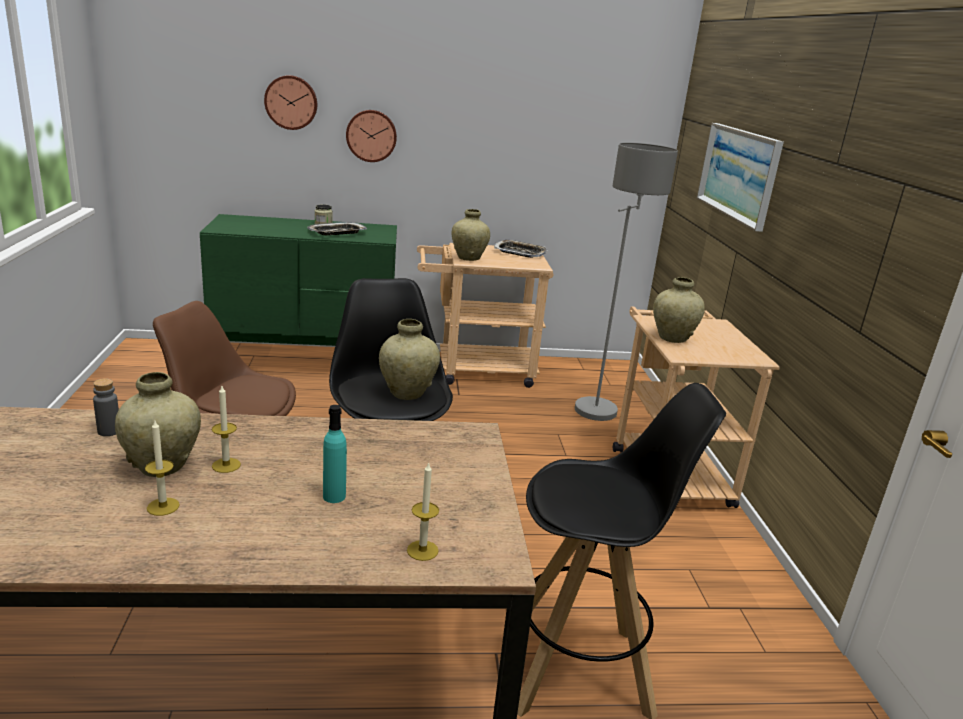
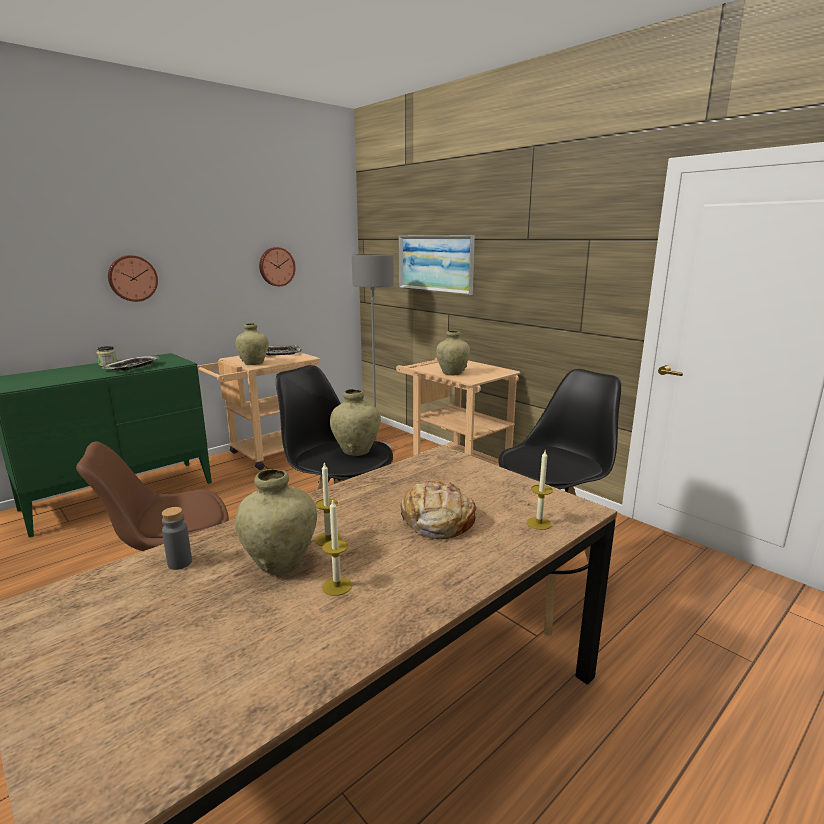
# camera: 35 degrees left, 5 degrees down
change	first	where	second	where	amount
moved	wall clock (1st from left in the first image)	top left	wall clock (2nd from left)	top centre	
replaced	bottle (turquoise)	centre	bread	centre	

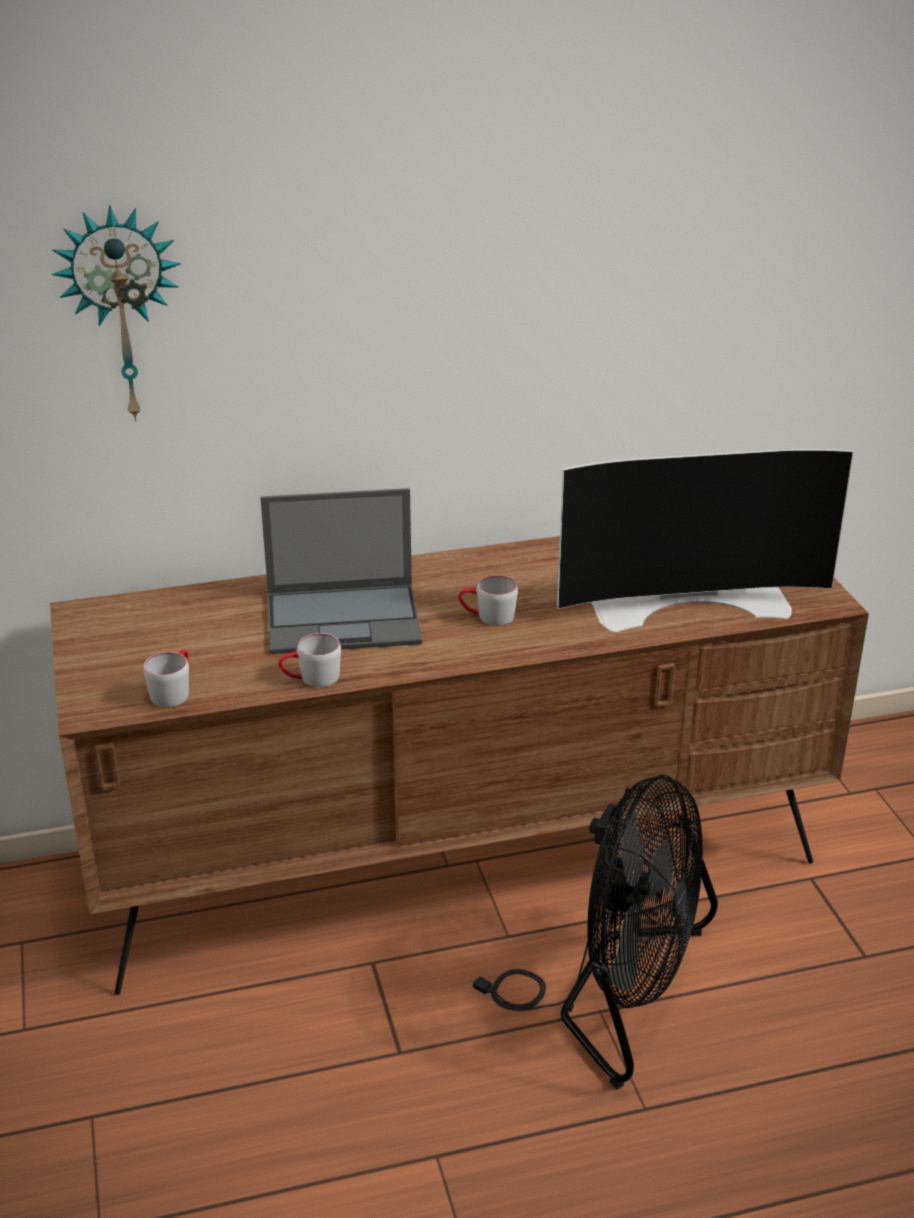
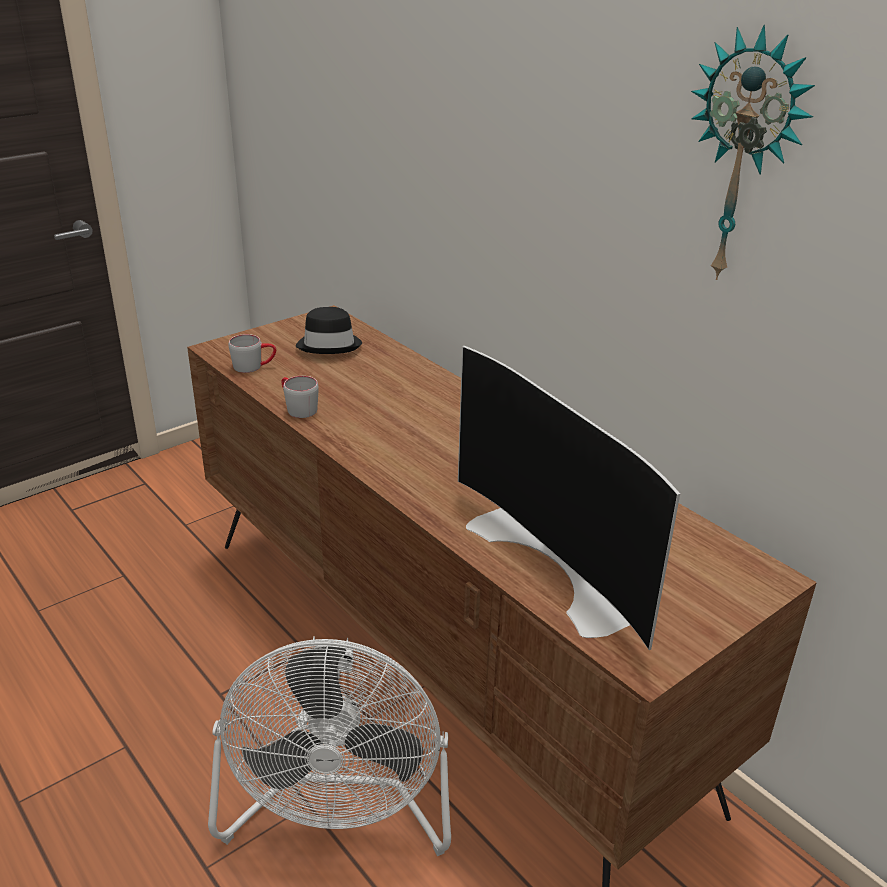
# camera: 65 degrees right, 0 degrees up
change	first	where	second	where	amount
moved	wall clock	top left		top right	
removed	laptop	centre			
removed	mug (grey) (3rd from left)	centre			
recoloured	fan (black)	bottom centre	fan (white)	bottom centre	
added			hat (black)	centre	

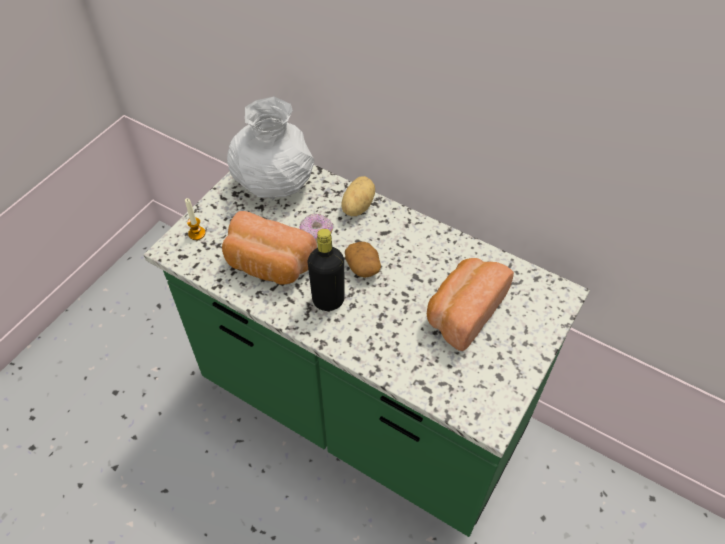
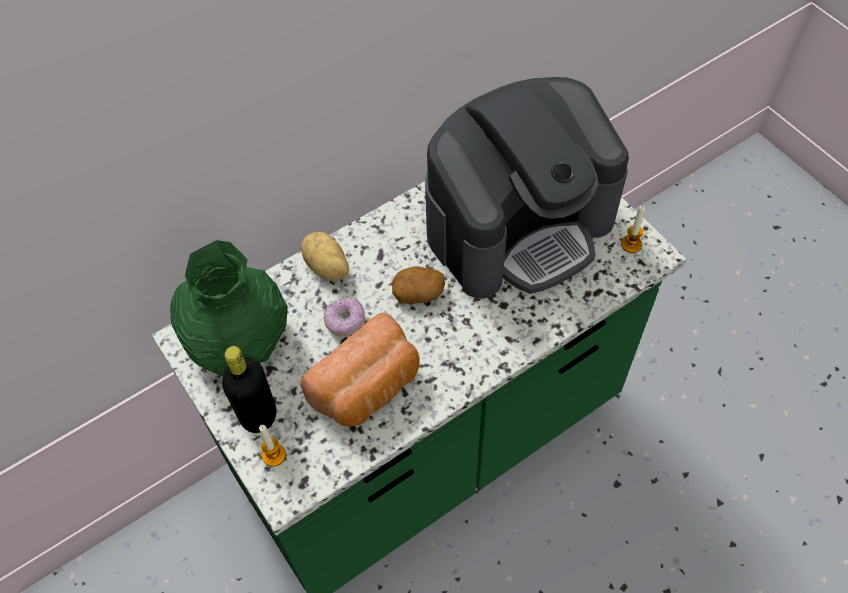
# camera: 65 degrees left, 5 degrees up
change	first	where	second	where	amount
recoloured	vase (white)	top centre	vase (green)	middle left	
moved	bottle (black)	centre		middle left	
replaced	bread (2nd from left)	centre	coffee machine	top centre	
added			candle (2nd from left)	middle right	

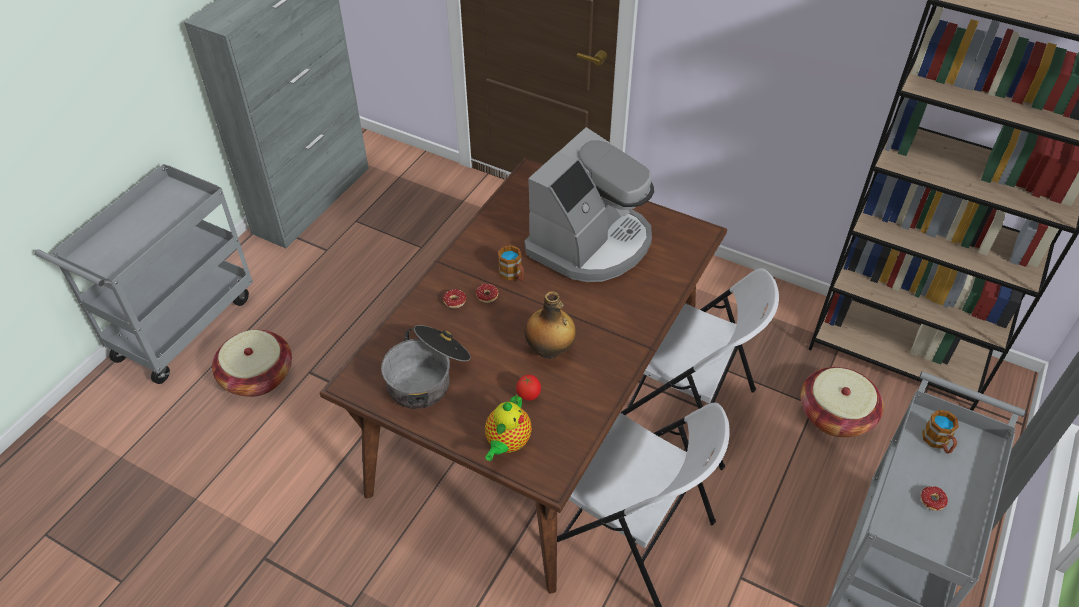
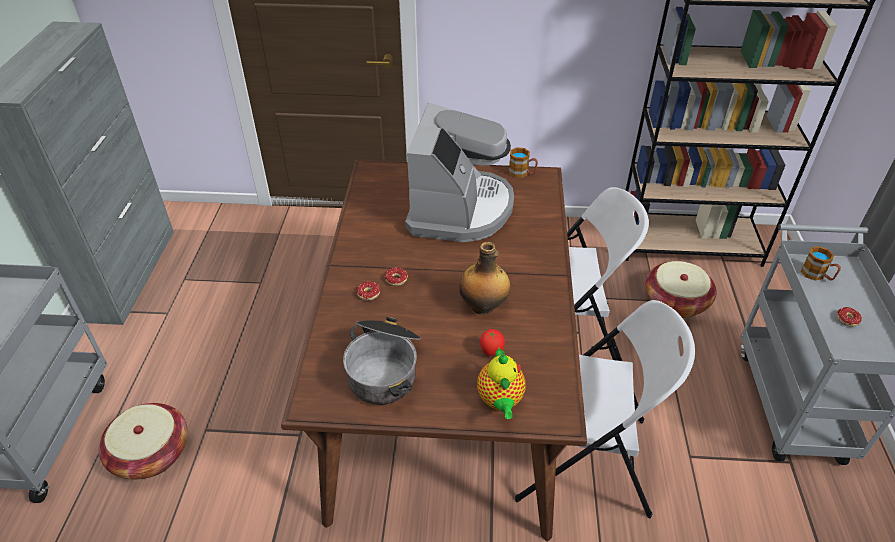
# camera: 25 degrees left, 5 degrees down
change	first	where	second	where	amount
moved	mug (1st from left)	centre		top centre	

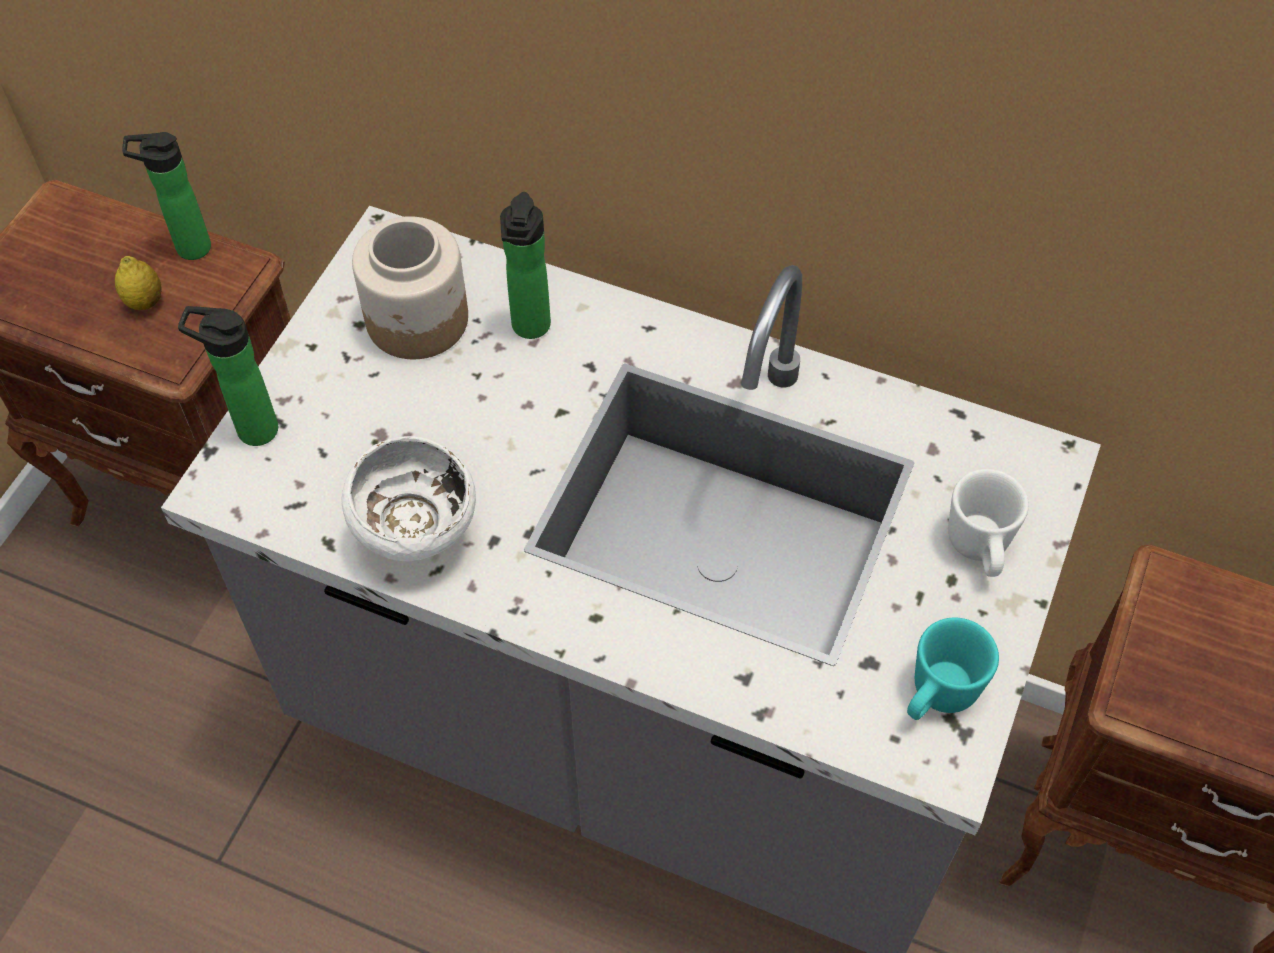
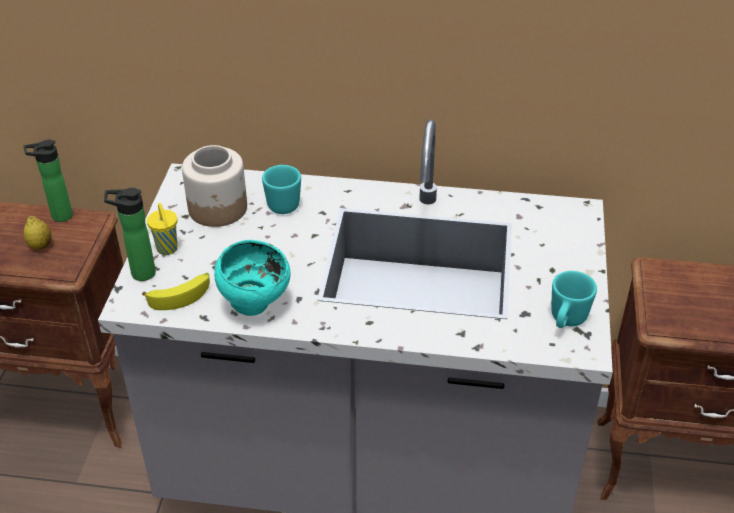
# camera: 15 degrees left, 15 degrees down
change	first	where	second	where	amount
recoloured	bowl (white)	middle left	bowl (turquoise)	centre	
replaced	bottle (3rd from left)	top centre	mug (turquoise) (1st from left)	centre	
removed	mug (white)	middle right			
added			banana	middle left	
added			cup (yellow)	middle left	

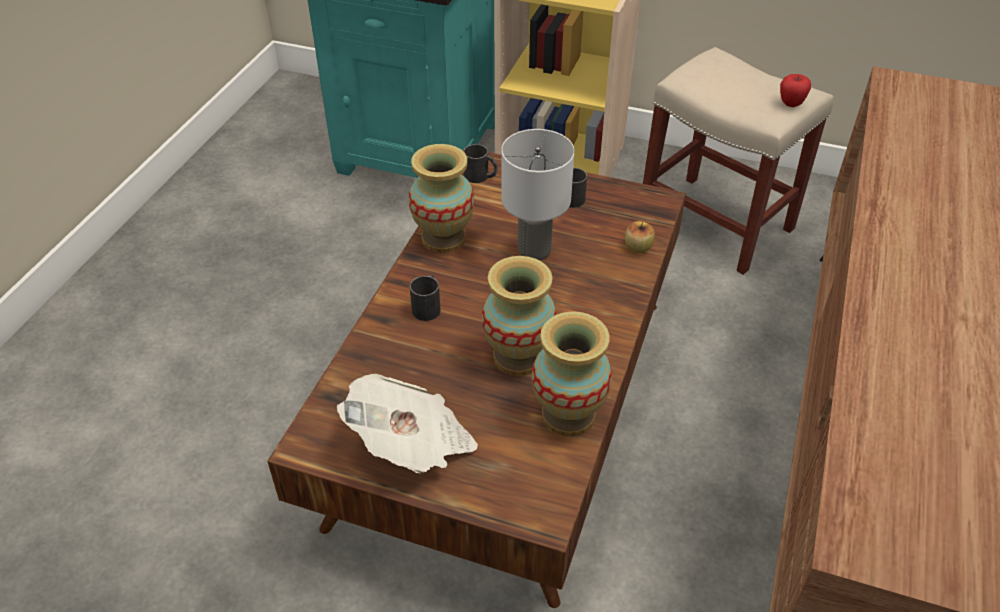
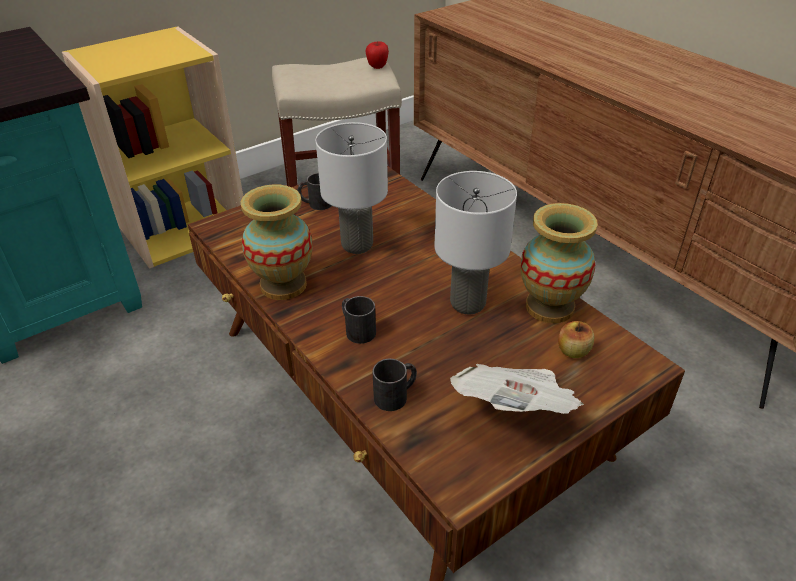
# camera: 55 degrees left, 5 degrees down
change	first	where	second	where	amount
moved	mug (black) (2nd from left in the first image)	top centre	mug (black) (3rd from left)	centre	
replaced	vase (2nd from left)	centre	table lamp (white) (2nd from left)	centre	
moved	apple (1st from left in the first image)	centre	apple (2nd from left)	middle right	

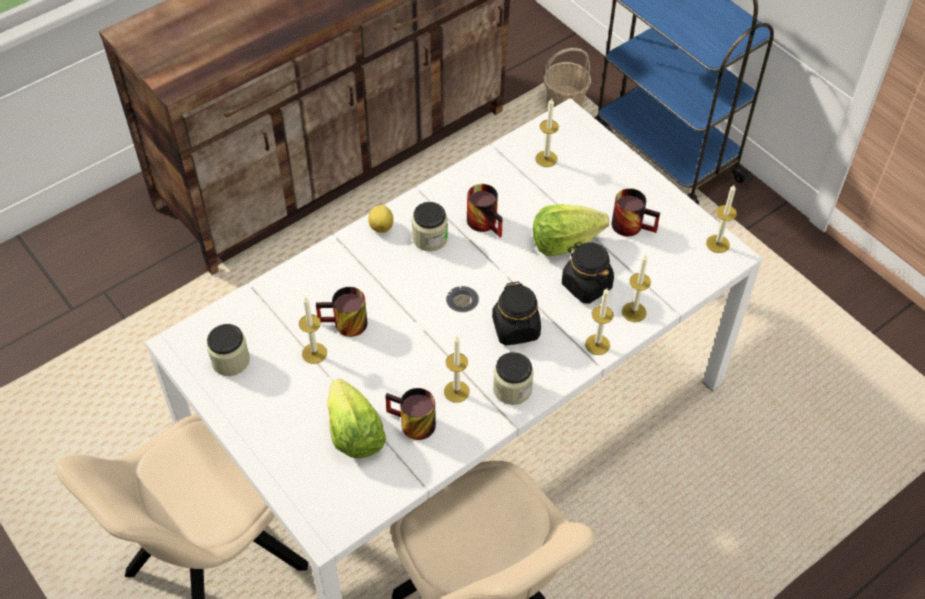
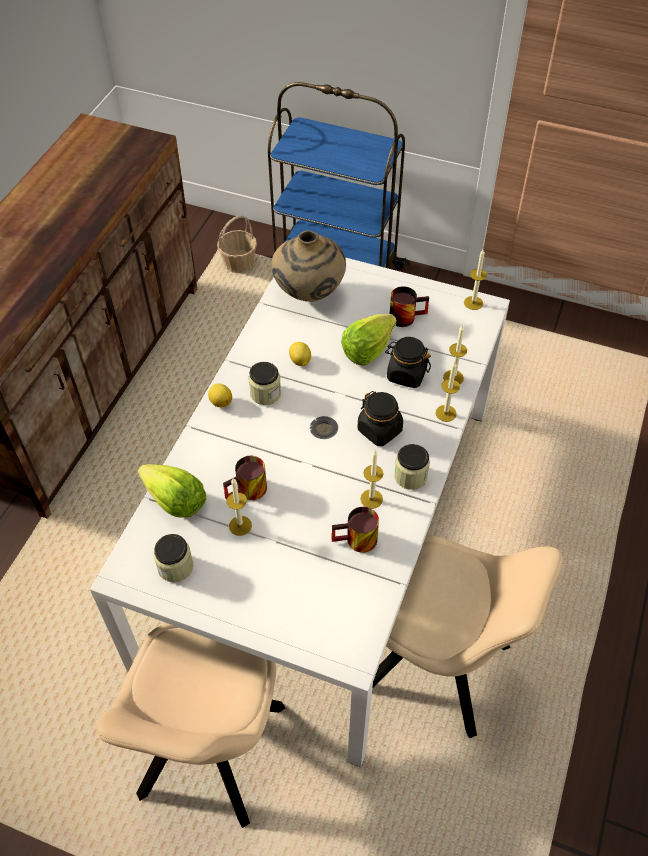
# camera: 30 degrees left, 0 degrees up
change	first	where	second	where	amount
moved	lettuce (1st from left)	bottom centre		middle left	
replaced	mug (3rd from left)	centre	lemon (2nd from left)	centre	
replaced	candle (3rd from left)	top centre	vase (beige)	top centre	

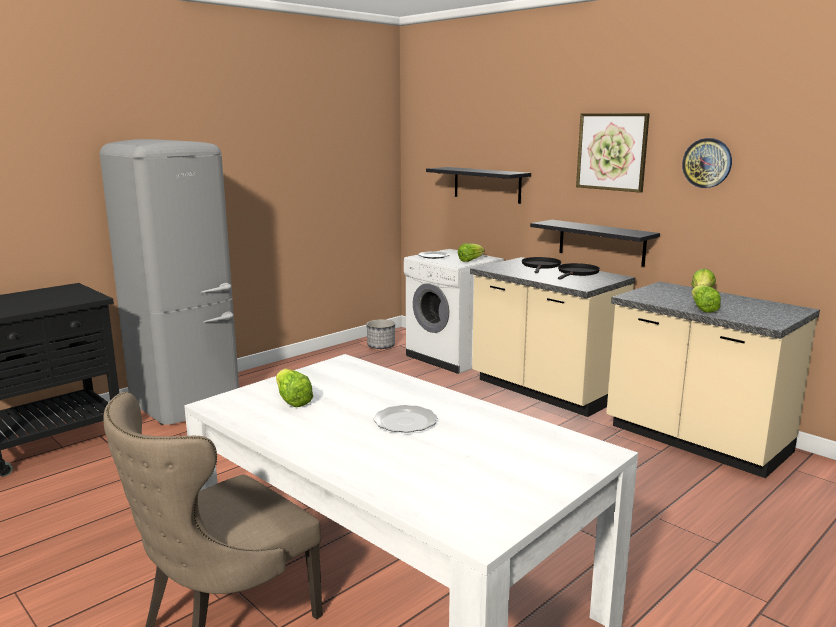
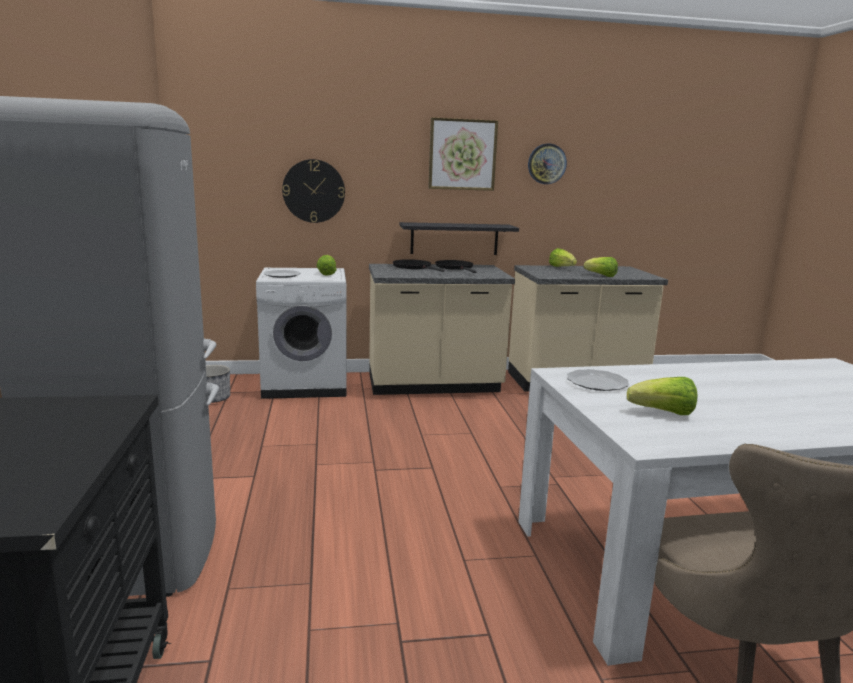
# camera: 55 degrees left, 0 degrees up
change	first	where	second	where	amount
moved	plate (1st from left in the first image)	bottom centre	plate (2nd from left)	middle right	
replaced	shelf (black) (1st from left)	top centre	wall clock (1st from left)	top centre	

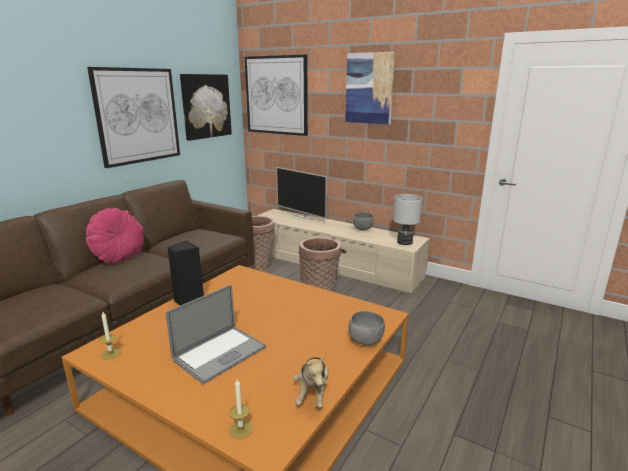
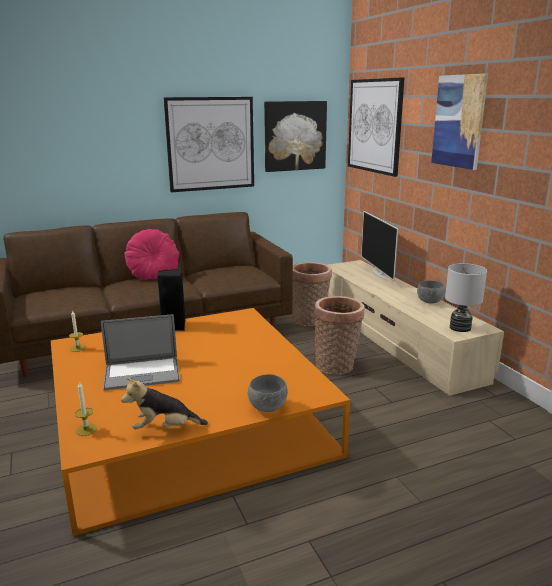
# camera: 35 degrees right, 0 degrees up
change	first	where	second	where	amount
turned	plush toy	bottom centre		bottom left	45 degrees clockwise

